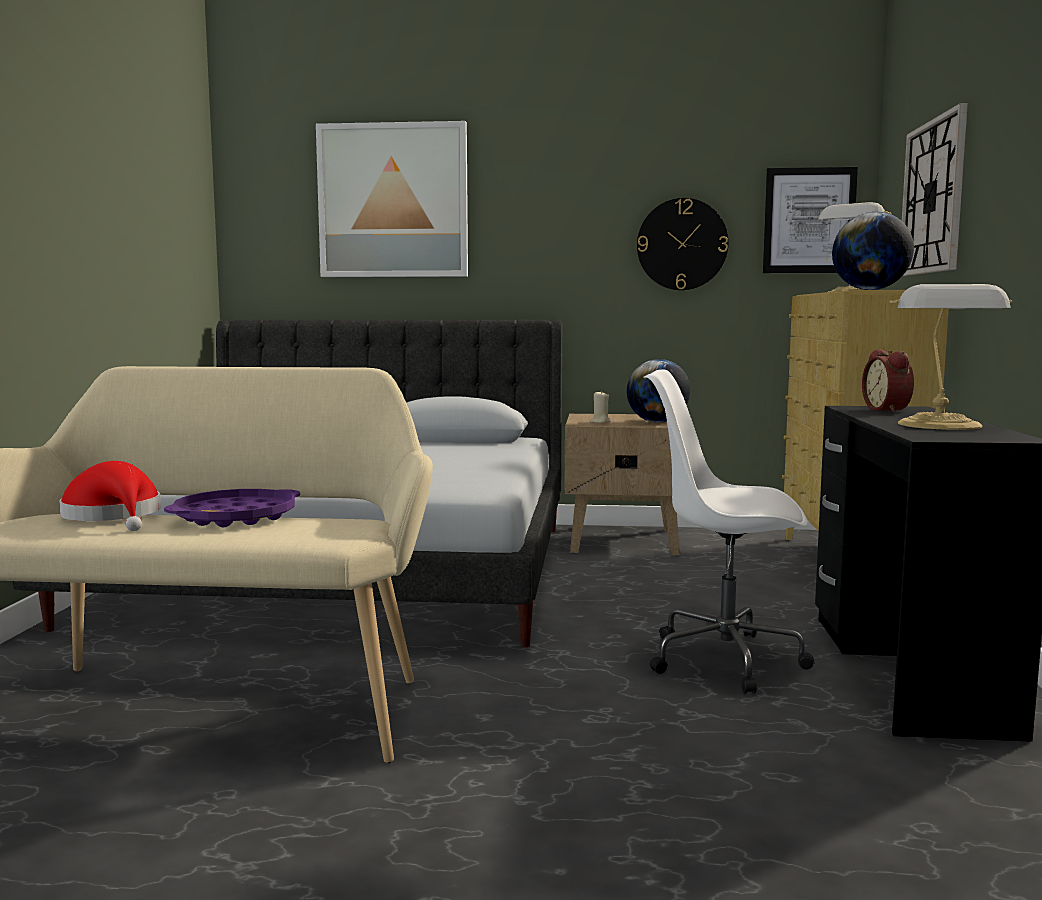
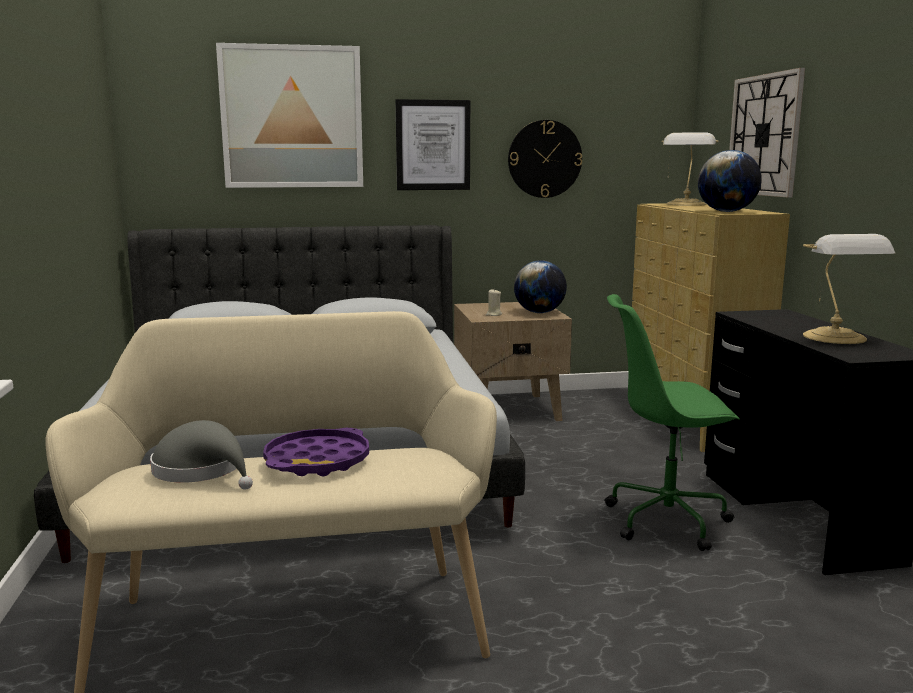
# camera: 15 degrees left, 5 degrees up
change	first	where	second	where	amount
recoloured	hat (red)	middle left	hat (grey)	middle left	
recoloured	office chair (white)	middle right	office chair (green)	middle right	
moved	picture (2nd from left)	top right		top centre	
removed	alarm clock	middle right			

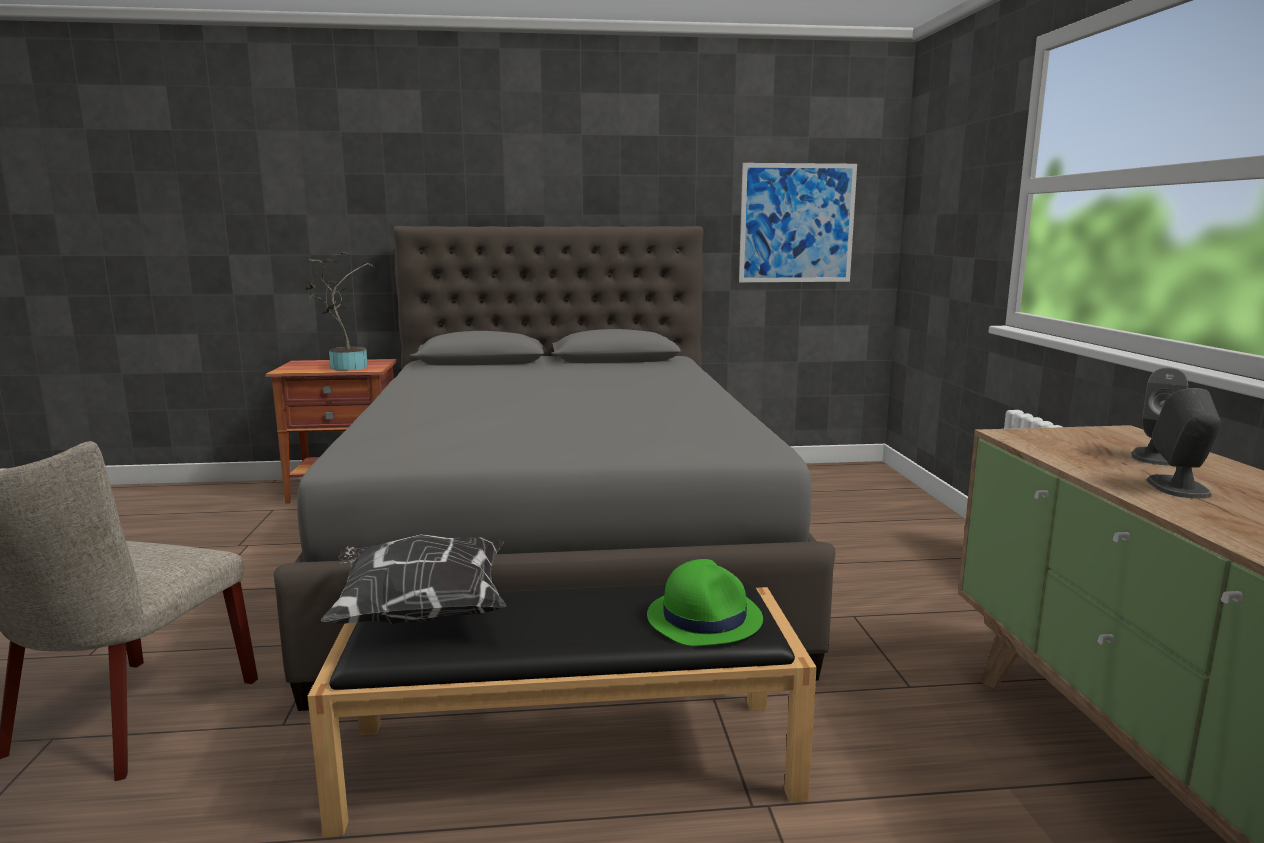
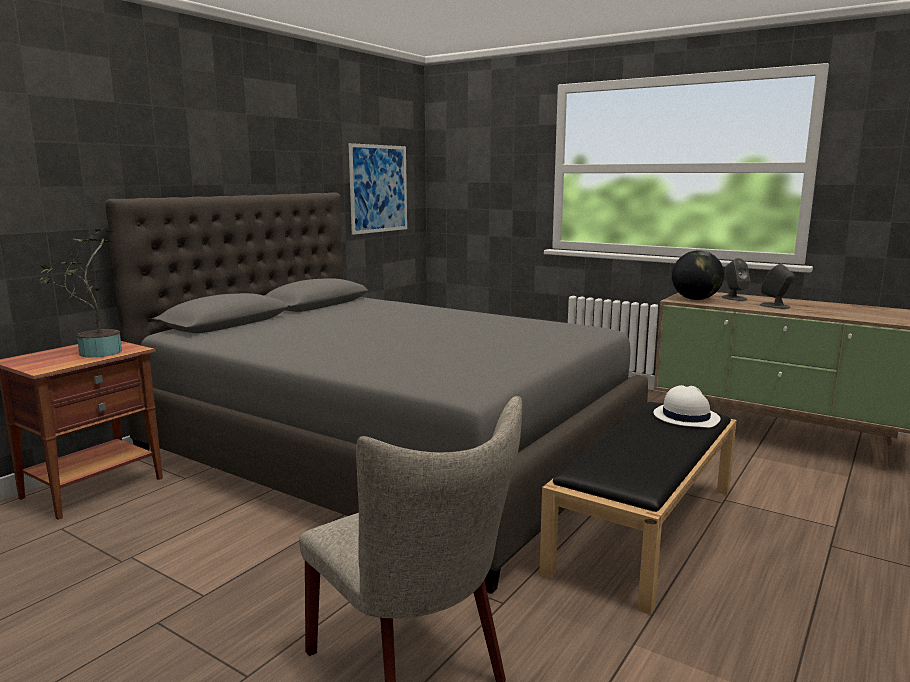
# camera: 50 degrees left, 0 degrees up
change	first	where	second	where	amount
removed	pillow	bottom left			
recoloured	hat (green)	bottom centre	hat (white)	middle right	
added			globe	middle right	

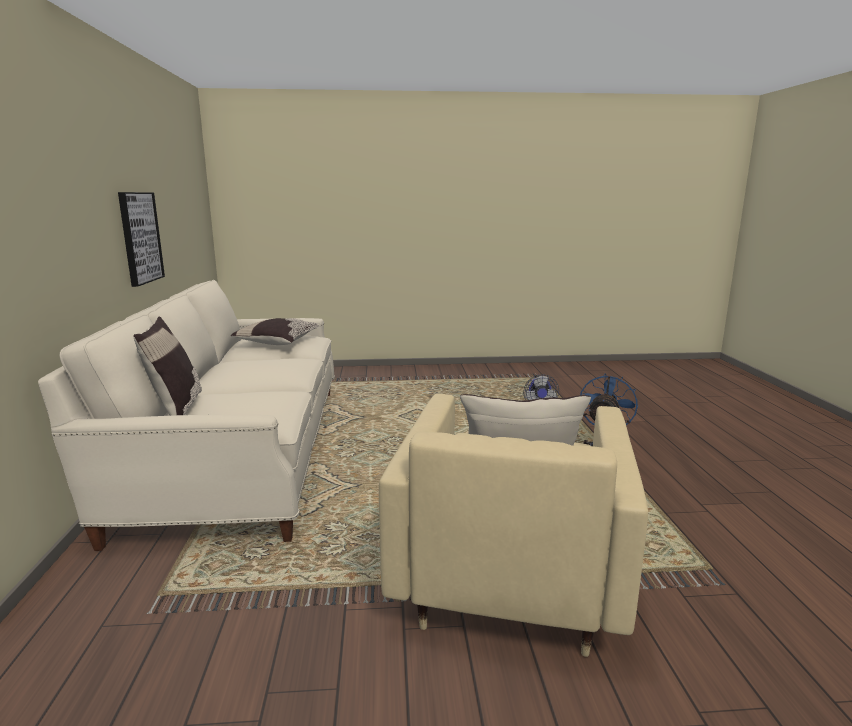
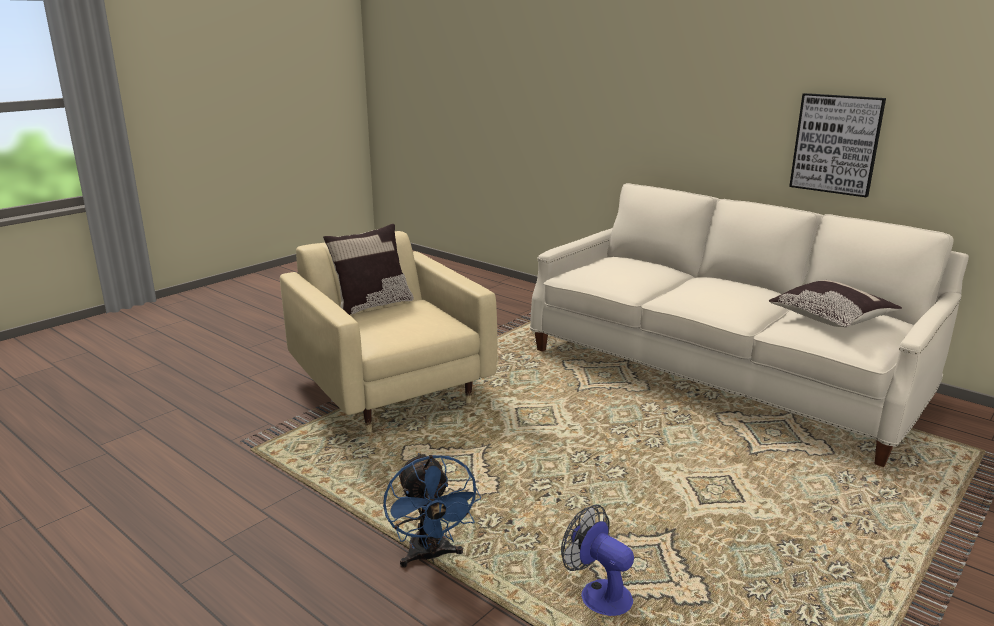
# camera: 135 degrees right, 5 degrees up
change	first	where	second	where	amount
removed	pillow (1st from left)	middle left			

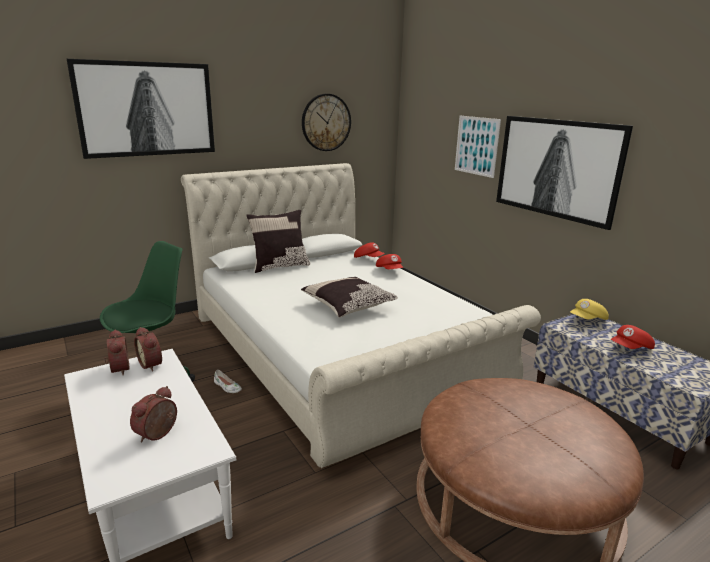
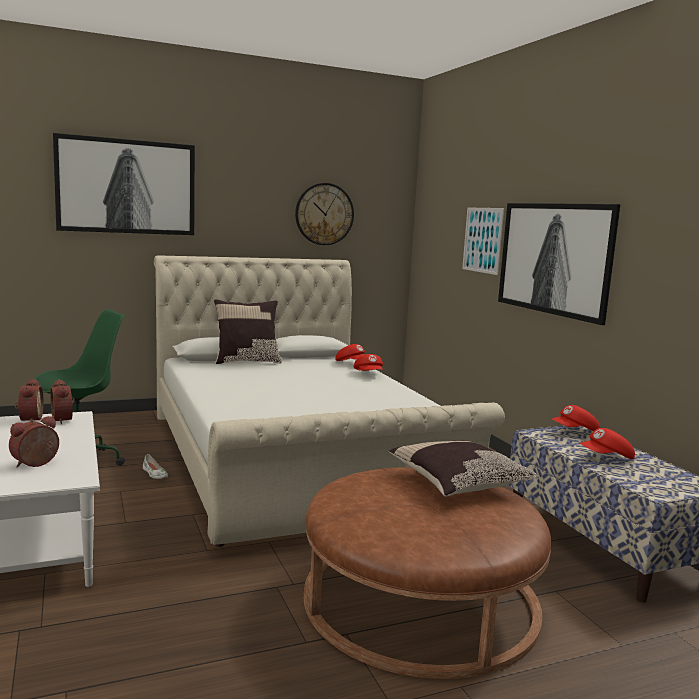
# camera: 10 degrees right, 10 degrees down
change	first	where	second	where	amount
moved	pillow (2nd from left)	centre		bottom centre	
recoloured	cap (yellow)	middle right	cap (red) (3rd from left)	middle right	

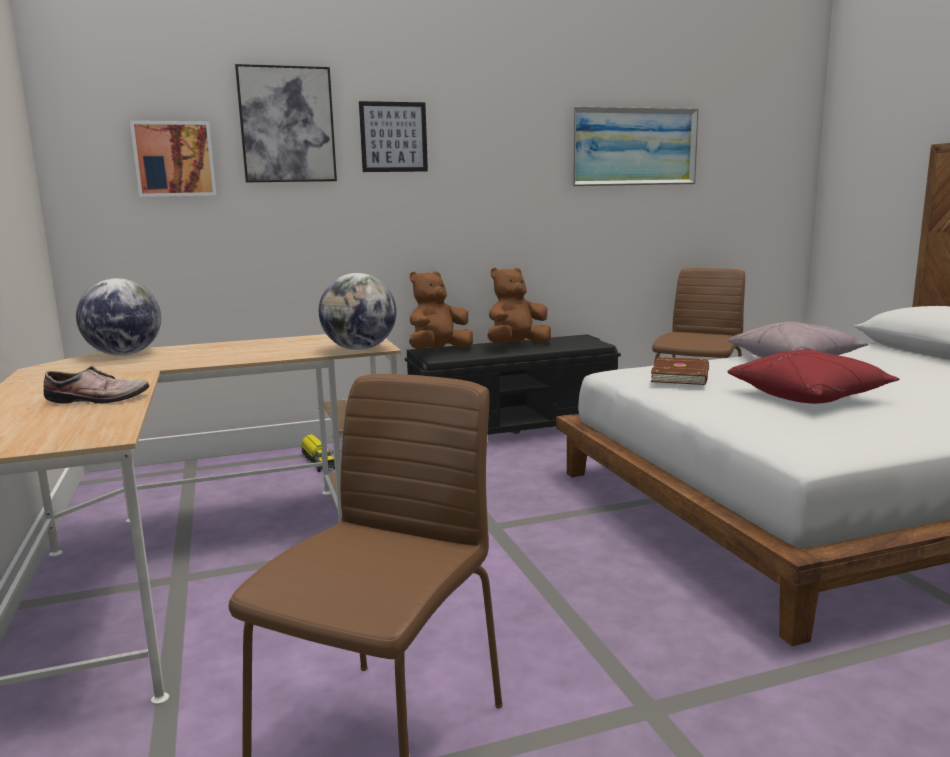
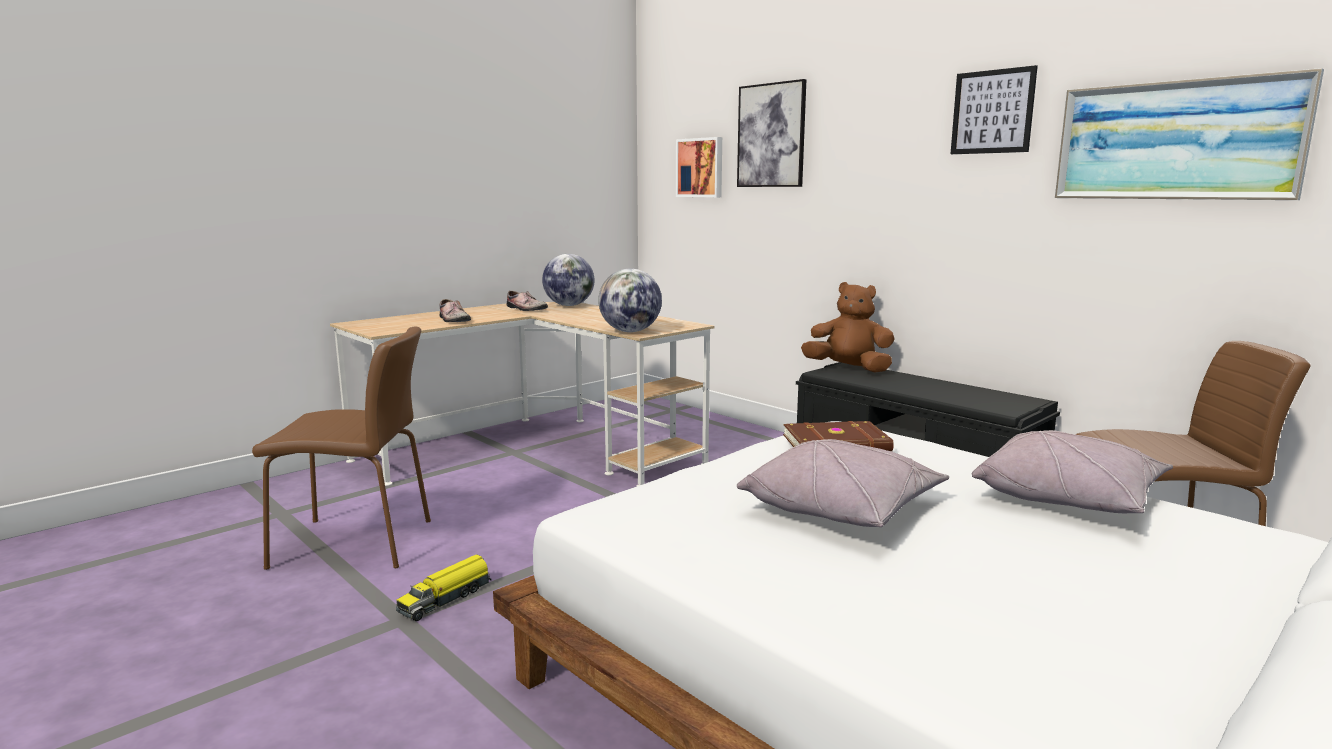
# camera: 65 degrees right, 0 degrees up
change	first	where	second	where	amount
moved	toy truck	centre		bottom centre	
moved	picture (3rd from left)	top centre		top right	
removed	plush toy (brown) (2nd from left)	centre			
recoloured	pillow (red)	middle right	pillow (purple) (1st from left)	centre	
added			shoe (2nd from left)	centre	

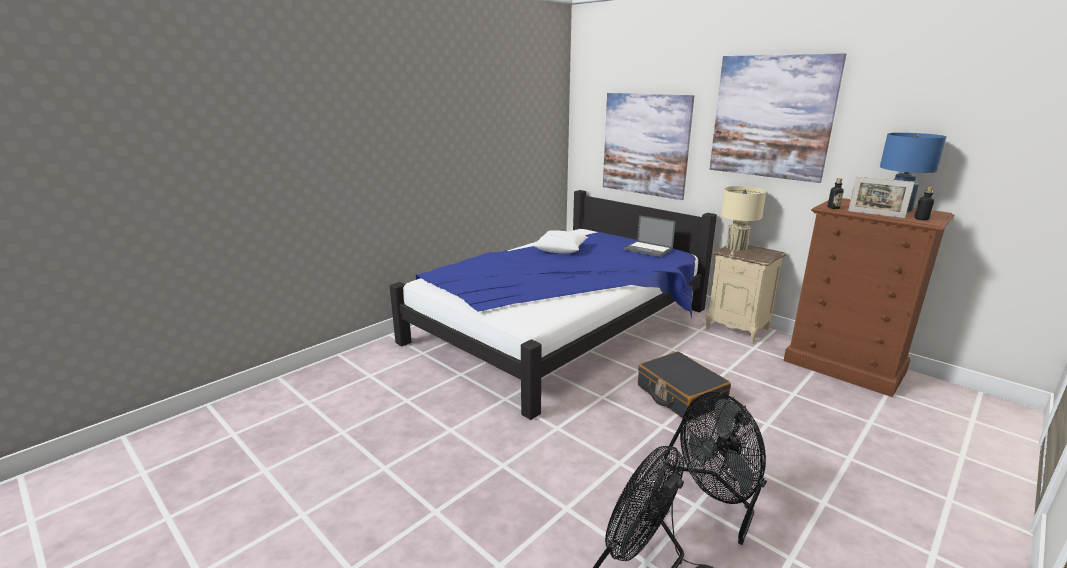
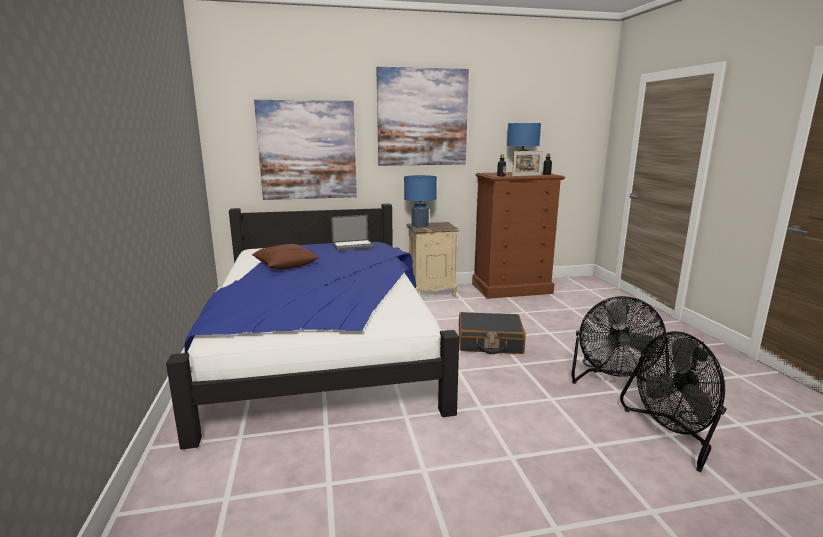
# camera: 55 degrees left, 5 degrees down
change	first	where	second	where	amount
recoloured	pillow (white)	centre	pillow (brown)	centre	
recoloured	table lamp (beige)	middle right	table lamp (blue) (1st from left)	centre	

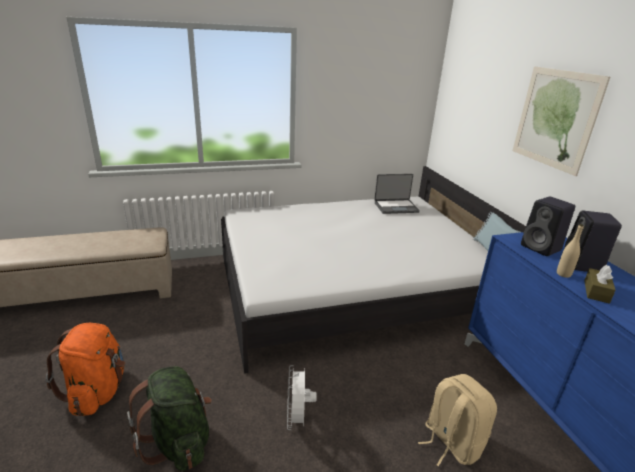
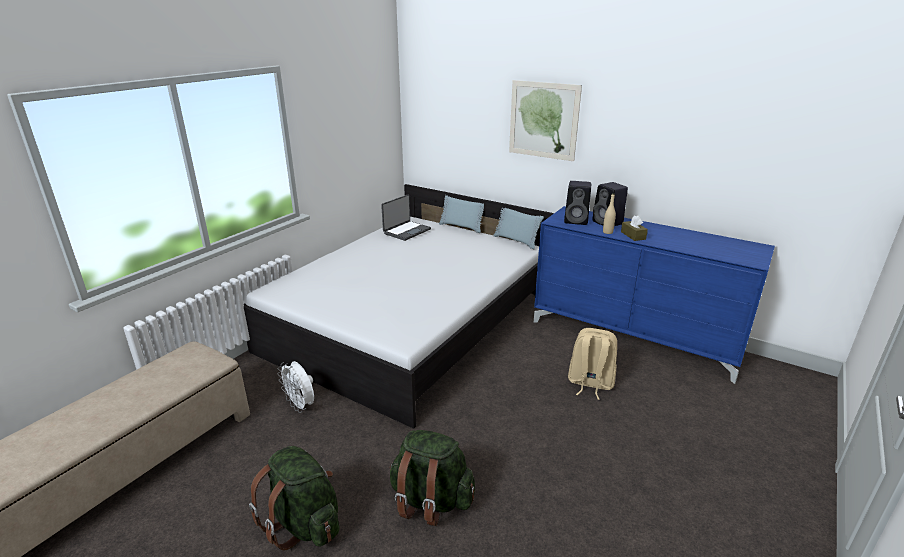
# camera: 40 degrees left, 0 degrees up
change	first	where	second	where	amount
recoloured	backpack (orange)	bottom left	backpack (green) (1st from left)	bottom left	
moved	fan (white)	bottom centre		bottom left	
added			pillow (blue) (1st from left)	centre	

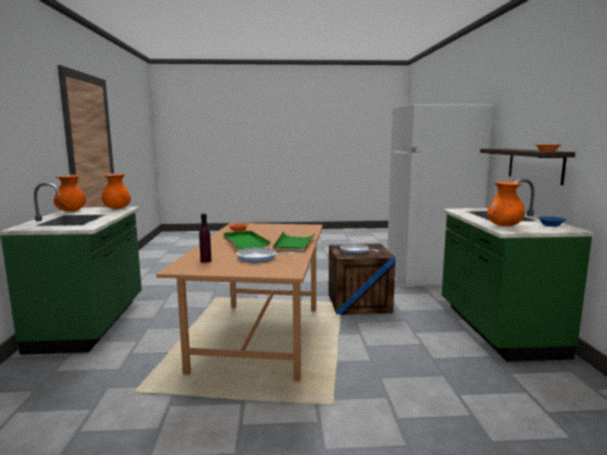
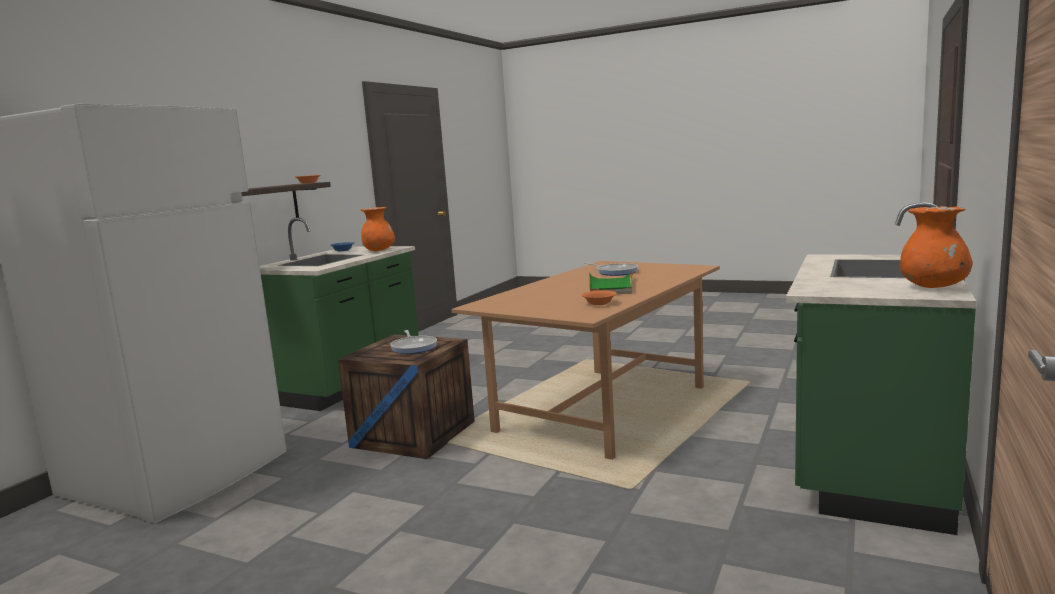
# camera: 150 degrees left, 0 degrees up
change	first	where	second	where	amount
removed	vase (orange) (2nd from left)	middle left			
removed	bottle (purple)	centre			
removed	tray (green) (2nd from left)	centre			

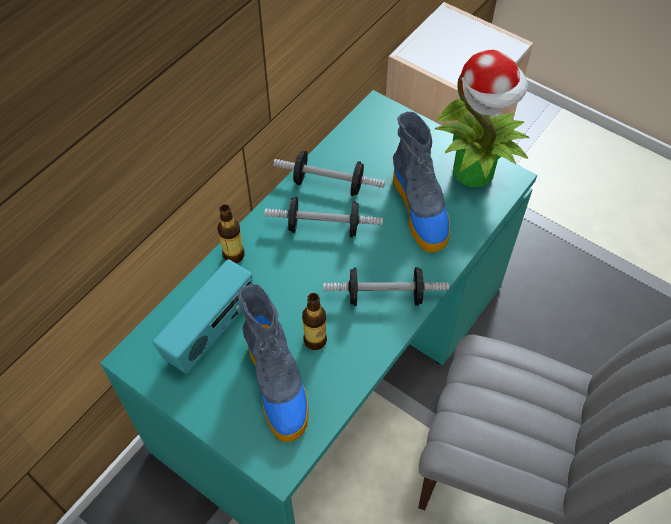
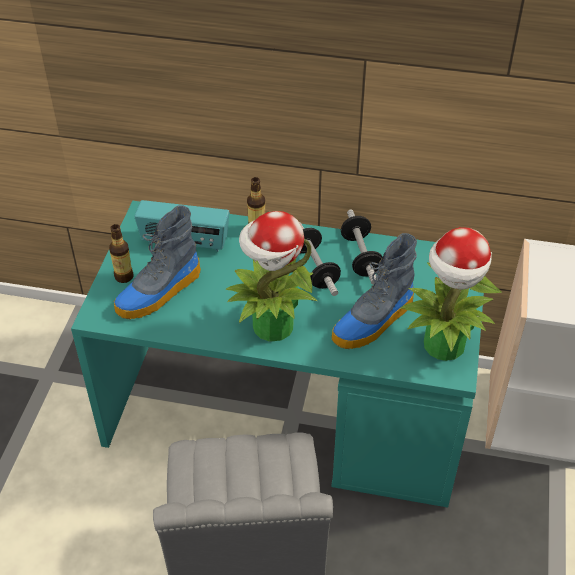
# camera: 65 degrees right, 10 degrees down
change	first	where	second	where	amount
moved	bottle (2nd from left in the first image)	centre	bottle (1st from left)	middle left	
replaced	dumbbell (3rd from left)	centre	potted plant (1st from left)	centre	

